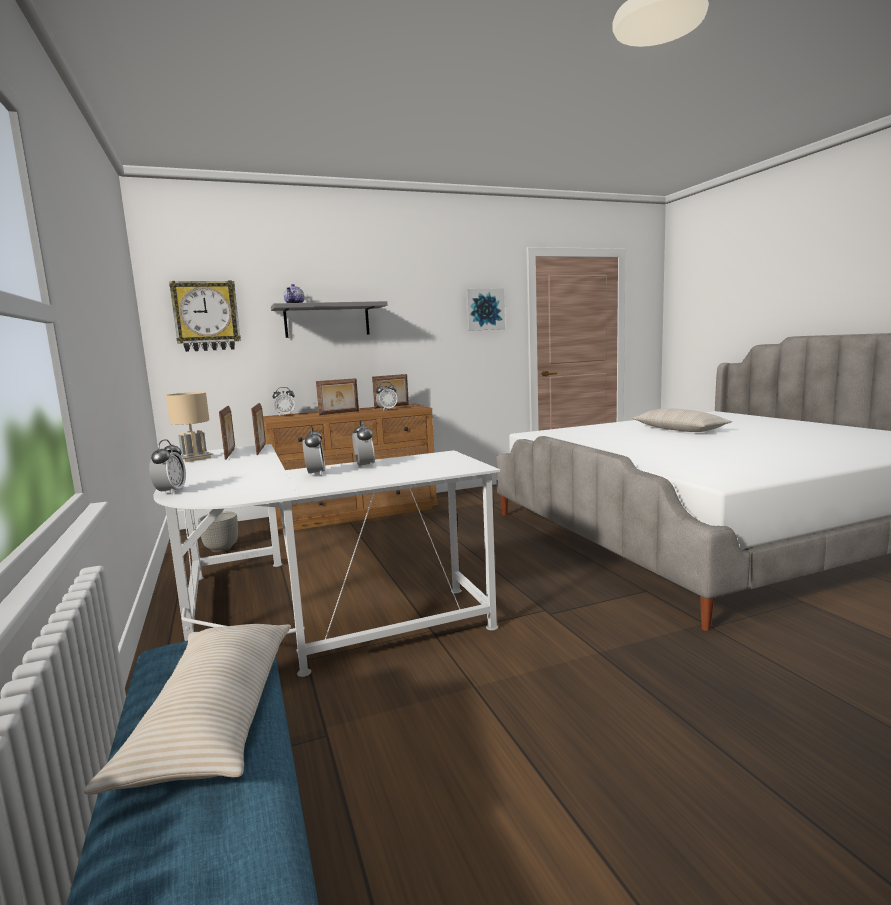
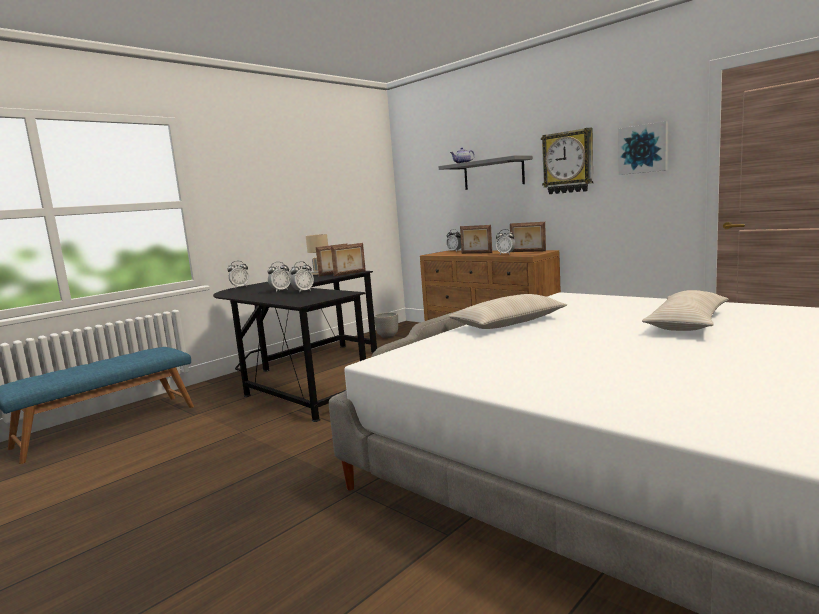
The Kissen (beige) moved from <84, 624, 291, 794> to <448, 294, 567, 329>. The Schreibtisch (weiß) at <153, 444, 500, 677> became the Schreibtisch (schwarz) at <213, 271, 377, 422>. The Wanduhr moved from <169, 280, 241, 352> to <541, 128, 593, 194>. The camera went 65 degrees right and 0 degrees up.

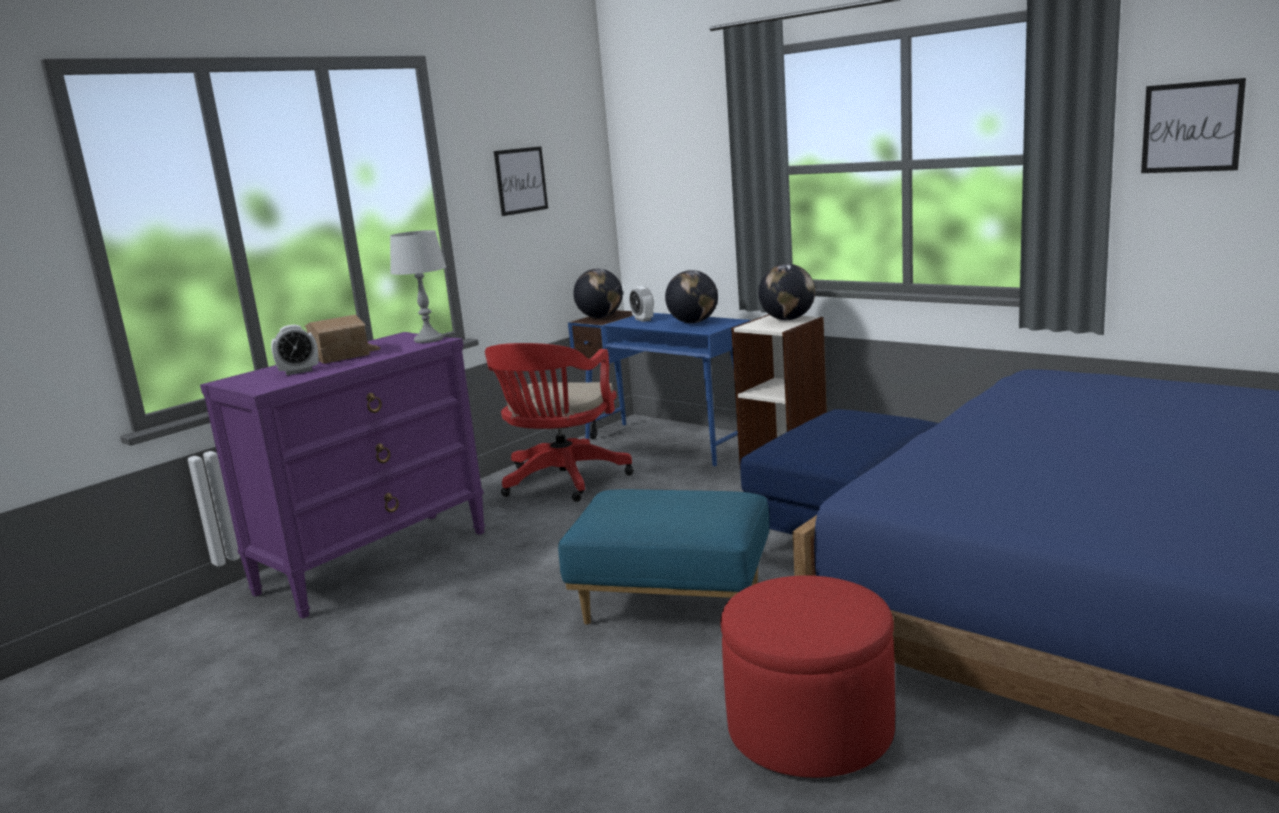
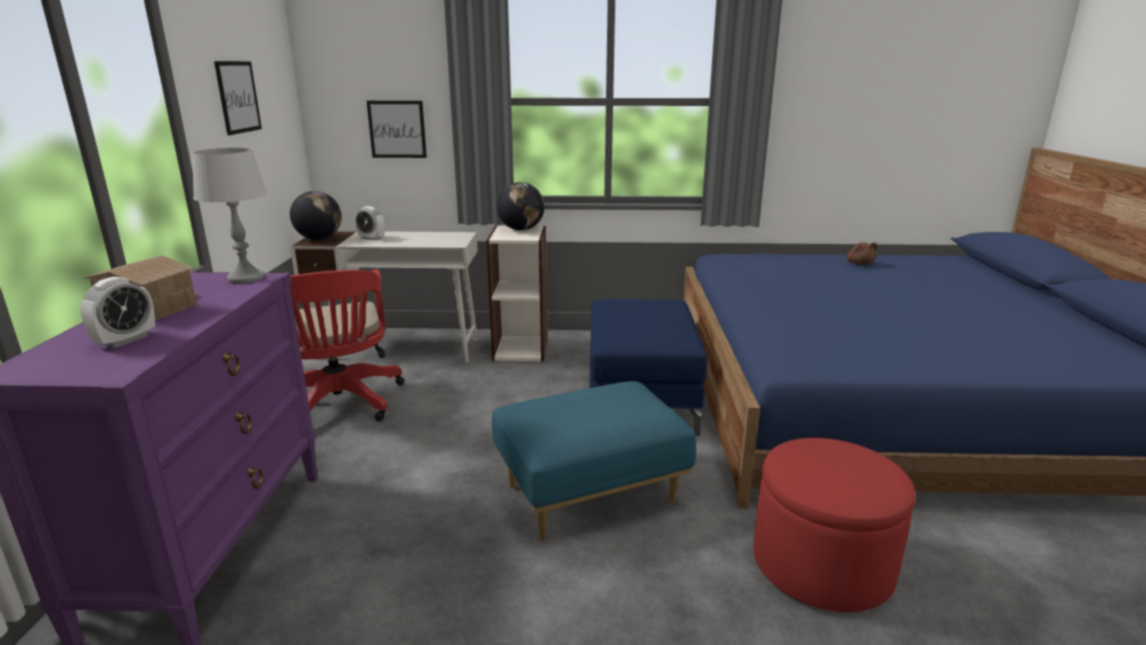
The Schreibtisch (blau) at <568, 310, 751, 466> became the Schreibtisch (weiß) at <290, 231, 478, 362>. The Globus at <665, 270, 718, 323> disappeared. The Bild moved from <1141, 78, 1246, 173> to <367, 101, 427, 158>. The Plüschtier (braun) at <845, 242, 877, 265> appeared. The camera went 40 degrees left and 5 degrees up.

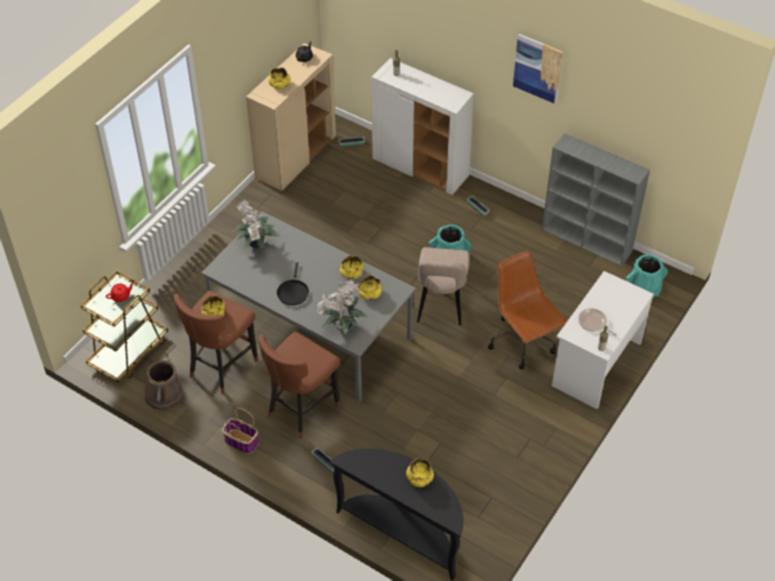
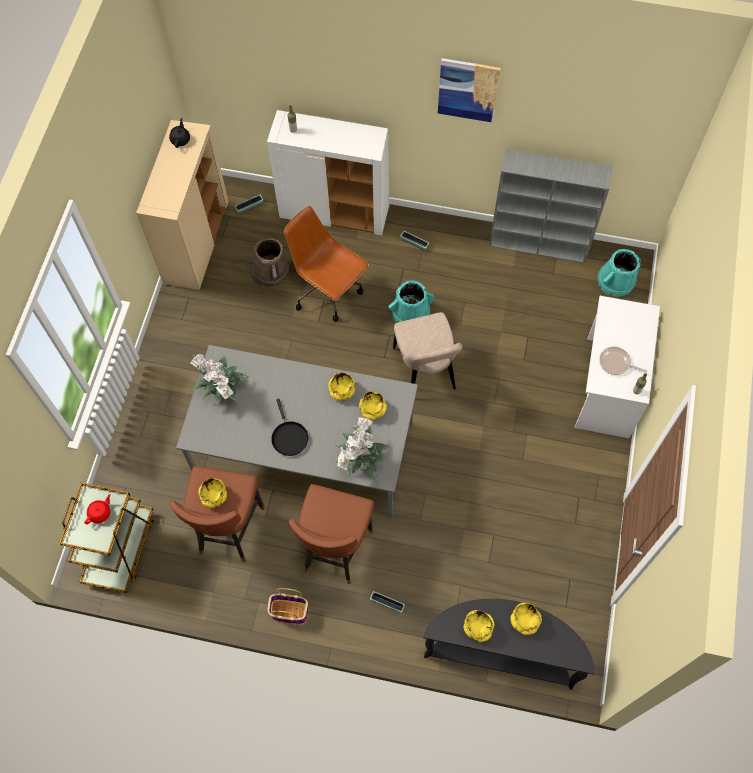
The Eimer (braun) moved from <144, 361, 183, 411> to <251, 238, 289, 287>. The Schüssel (gelb) moved from <268, 68, 291, 89> to <463, 610, 494, 642>. The Bürostuhl (braun) moved from <488, 252, 567, 369> to <284, 206, 369, 322>. The camera went 20 degrees left and 15 degrees up.

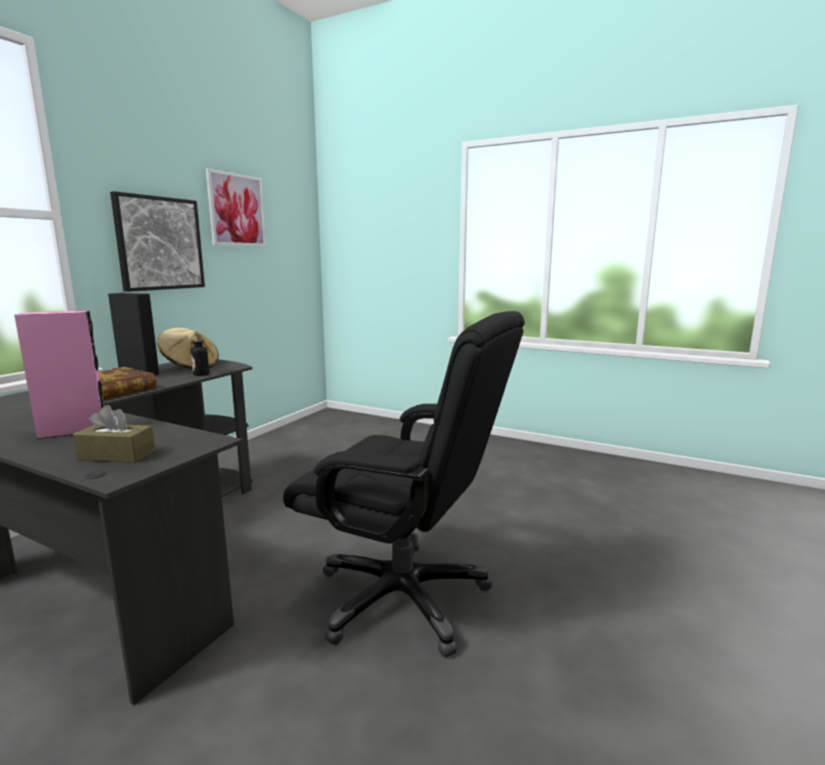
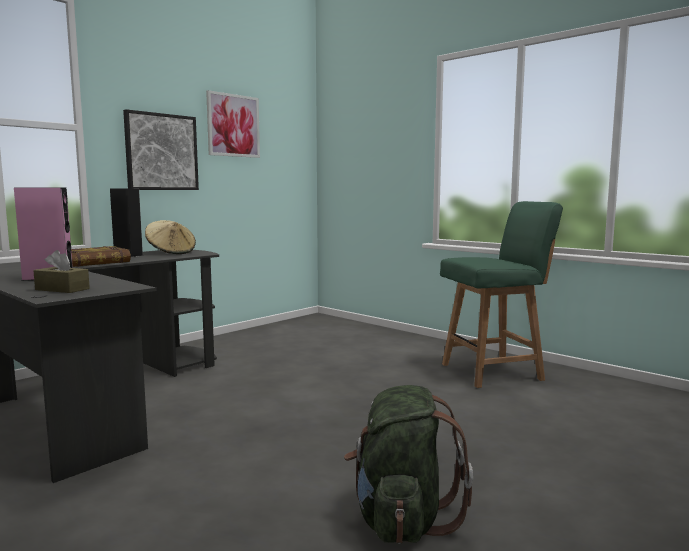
The Flasche at <191, 335, 209, 376> disappeared. The Bürostuhl (schwarz) at <283, 311, 525, 657> disappeared. The Rucksack (grün) at <344, 385, 473, 544> appeared. The Stuhl (grün) at <440, 201, 563, 388> appeared. The camera went 15 degrees right and 5 degrees down.

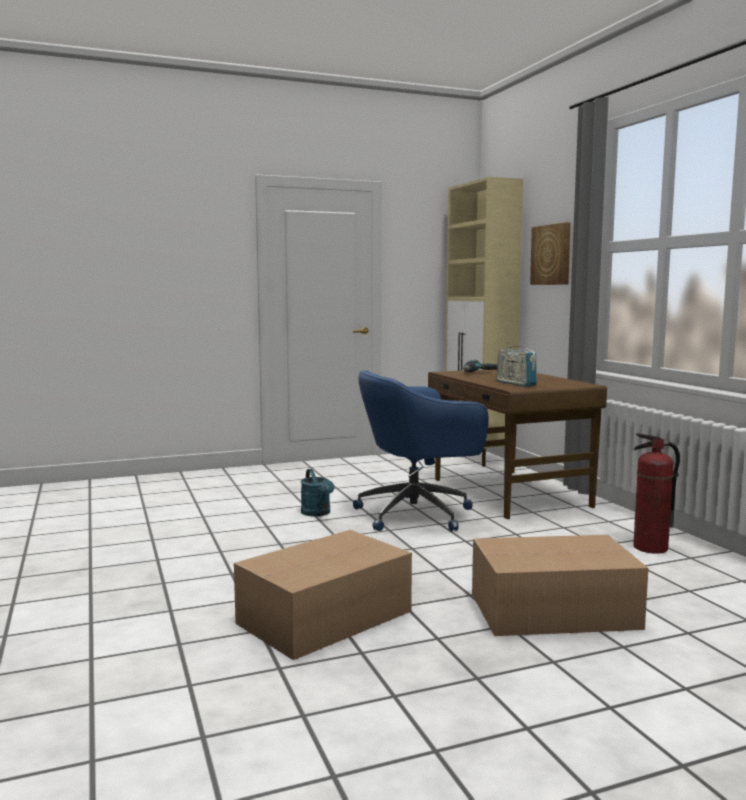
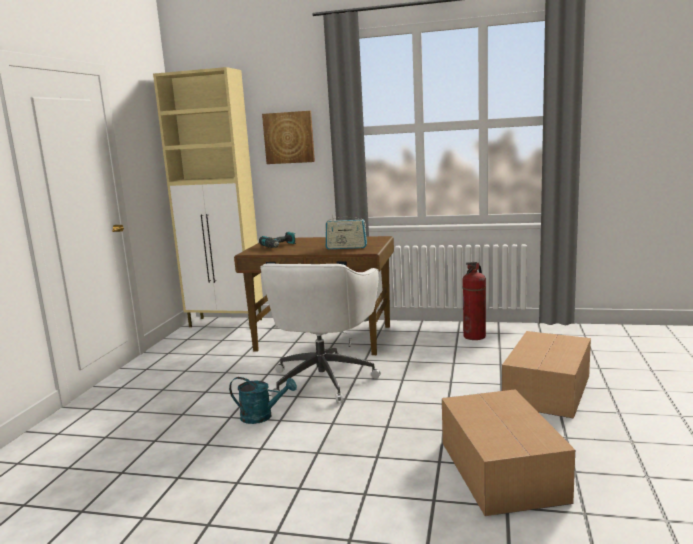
The Bürostuhl (blau) at <353, 370, 489, 531> became the Bürostuhl (weiß) at <260, 263, 381, 404>. The camera went 55 degrees left and 5 degrees up.

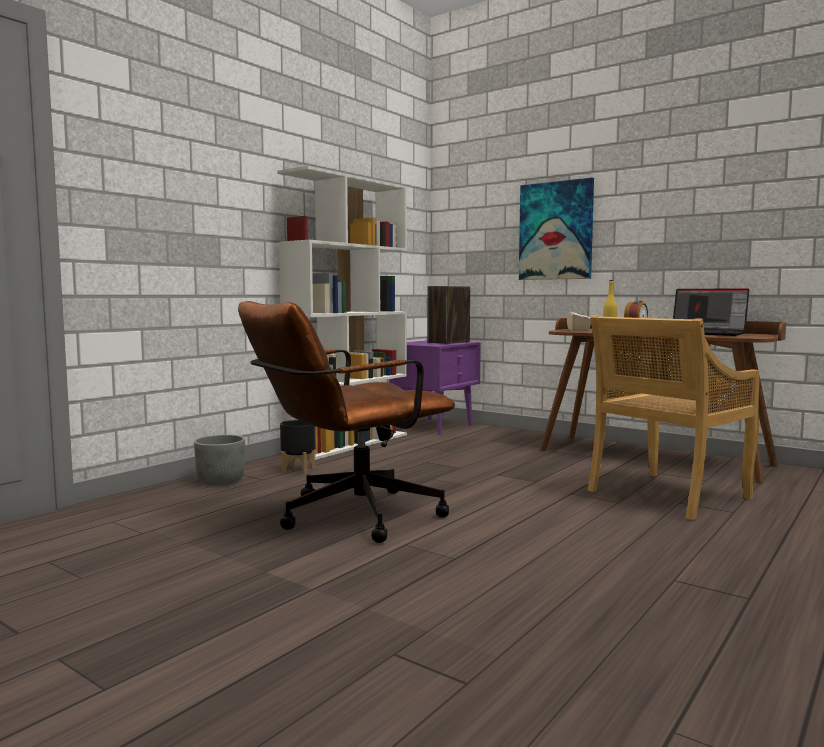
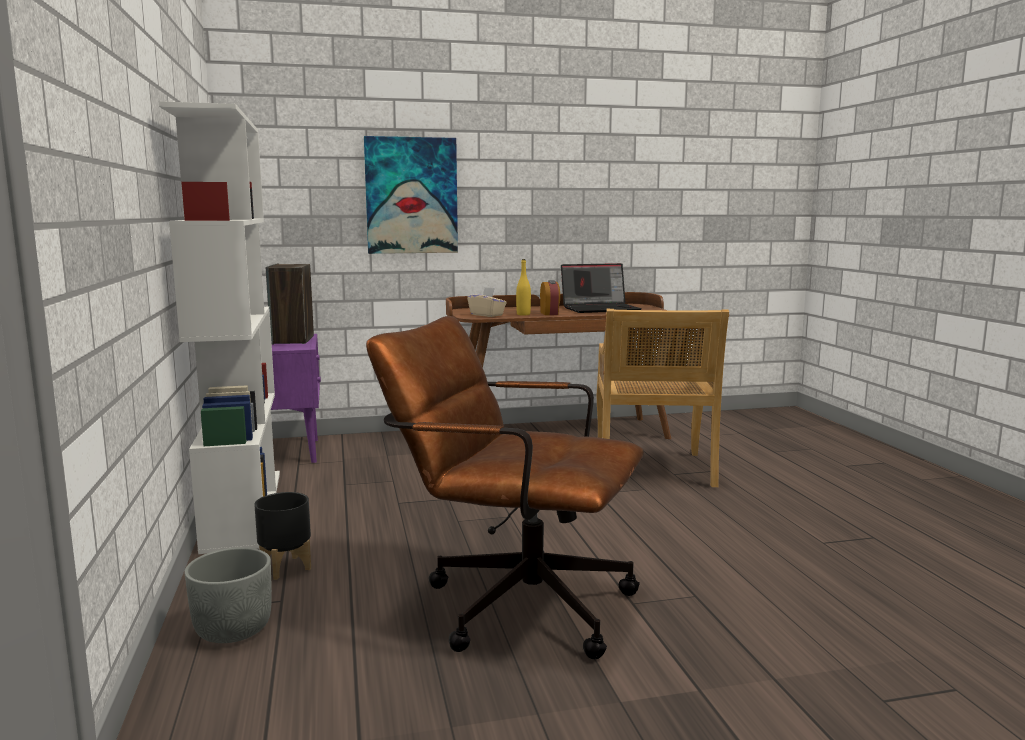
The Bürostuhl (braun) at <238, 301, 455, 543> turned 105 degrees clockwise. The camera went 50 degrees left and 5 degrees up.

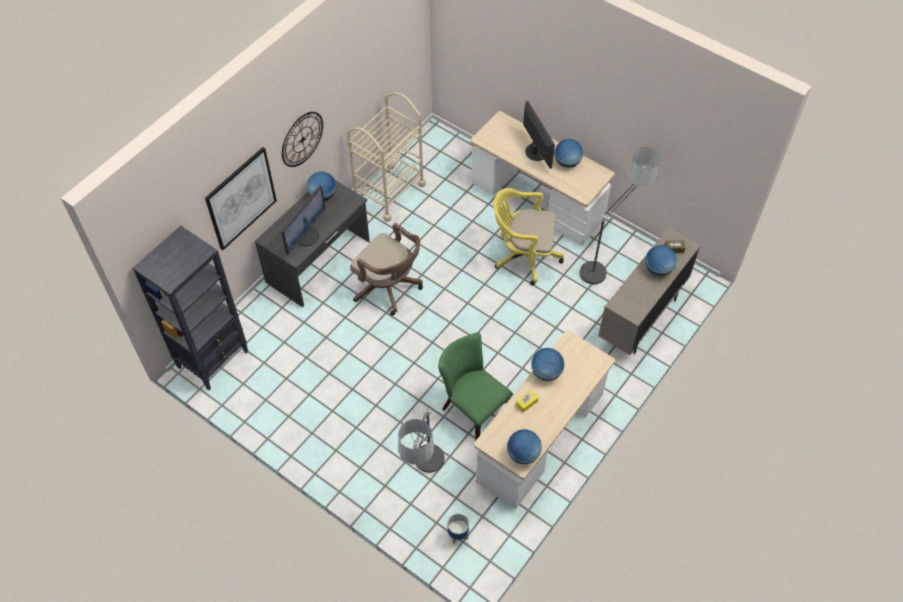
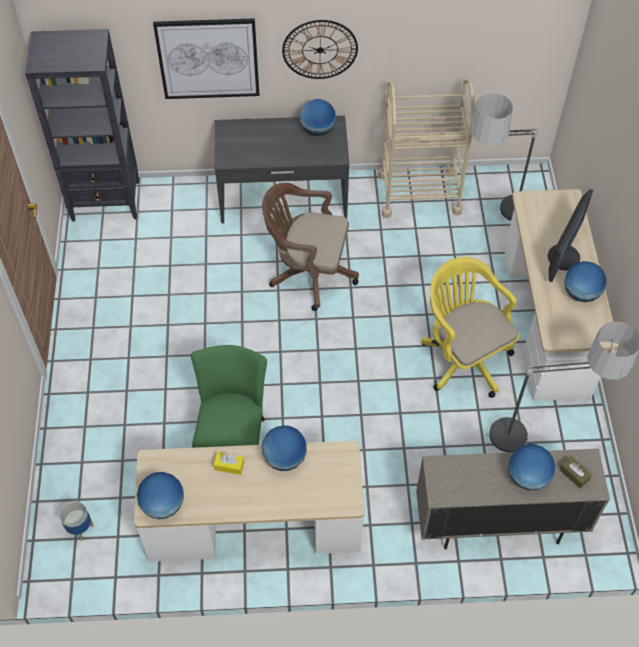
The Monitor at <281, 186, 326, 255> disappeared. The Bürostuhl (braun) at <350, 223, 423, 316> turned 105 degrees clockwise. The Stehlampe moved from <398, 408, 449, 477> to <470, 93, 538, 226>. The camera went 50 degrees right and 0 degrees up.

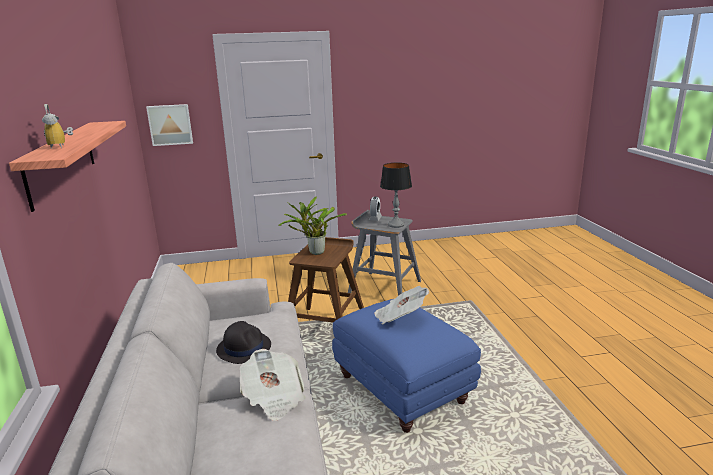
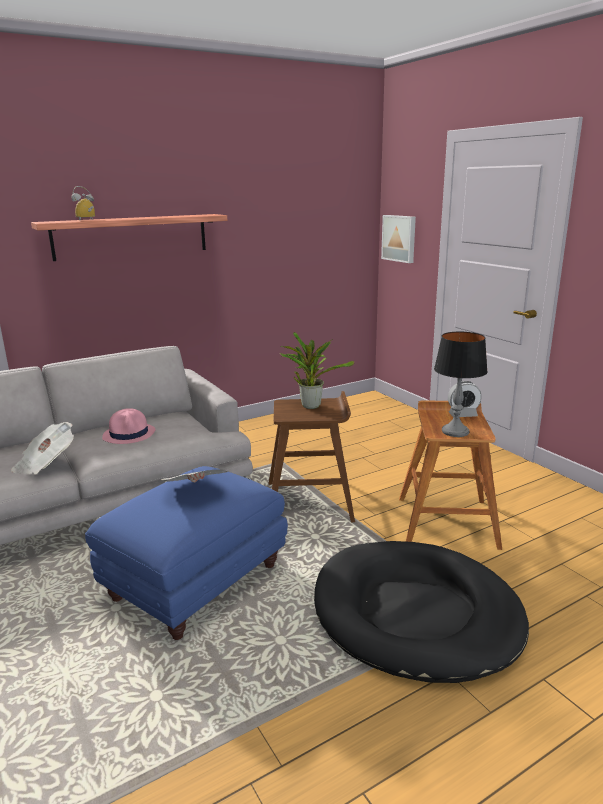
The Hut (schwarz) at <216, 321, 271, 364> became the Hut (rosa) at <102, 408, 156, 444>. The Hocker (grau) at <348, 210, 421, 296> became the Hocker (braun) at <399, 400, 502, 550>. The Hundebett (schwarz) at <314, 541, 529, 683> appeared. The camera went 70 degrees right and 0 degrees up.

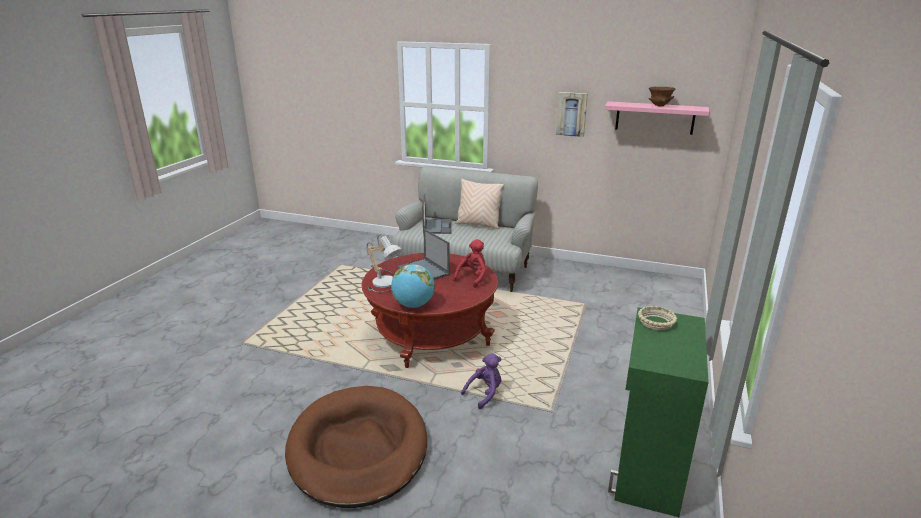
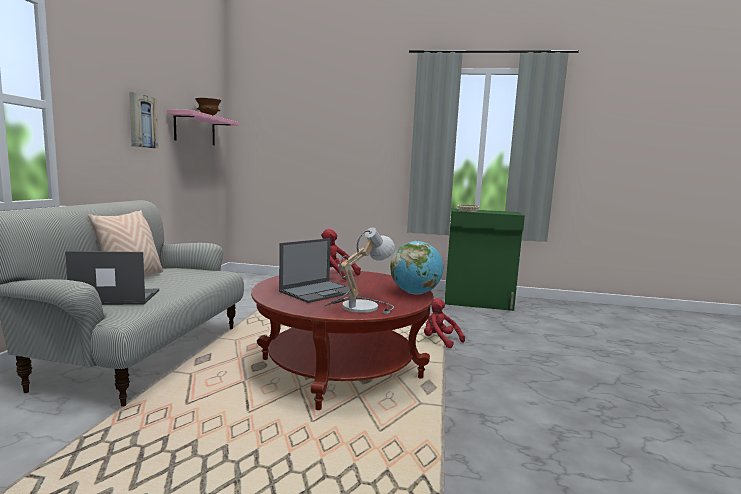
The Hundebett (braun) at <285, 386, 427, 508> disappeared. The Plüschtier (lila) at <461, 353, 502, 409> became the Plüschtier (rot) at <424, 298, 465, 348>. The camera went 100 degrees left and 15 degrees down.

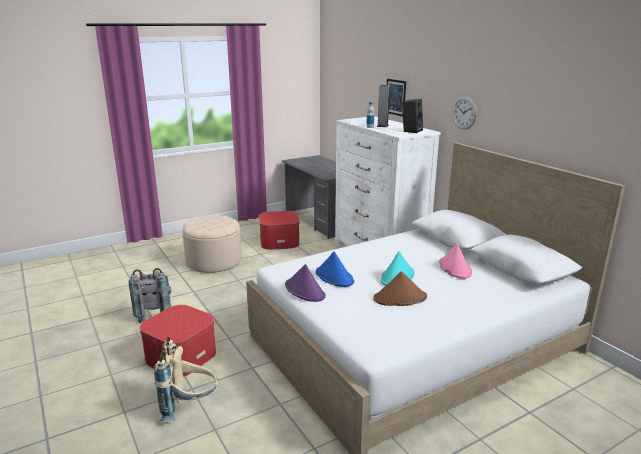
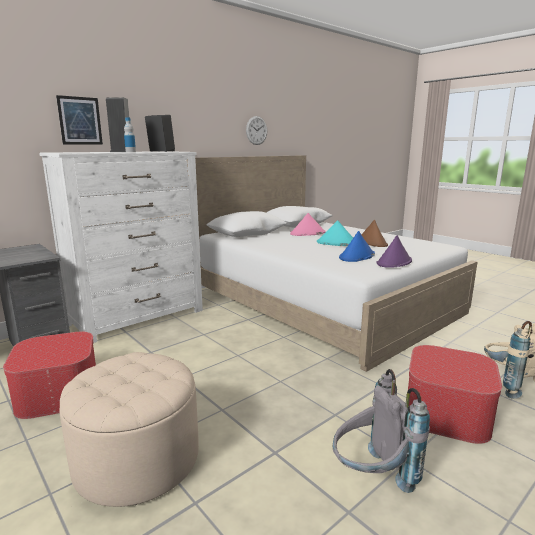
The Wanduhr moved from <452, 96, 477, 130> to <246, 116, 267, 145>. The camera went 100 degrees left and 5 degrees down.

